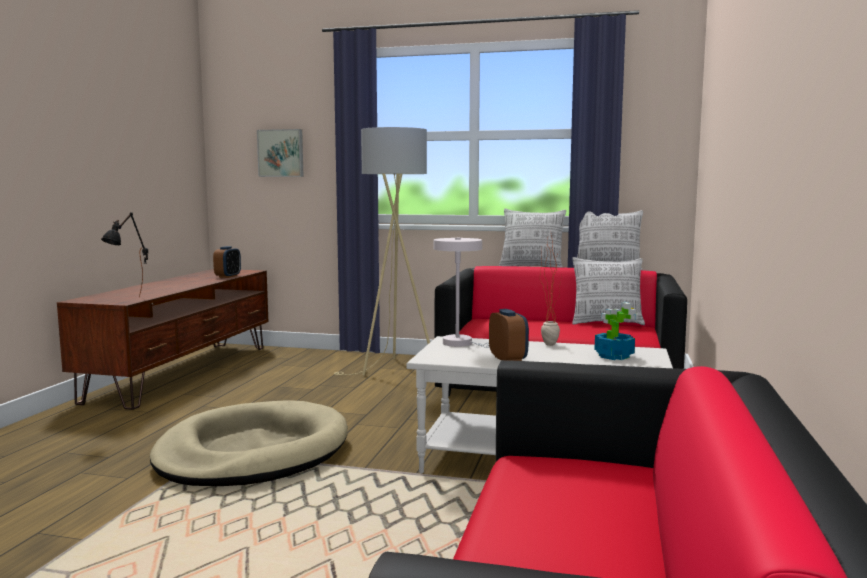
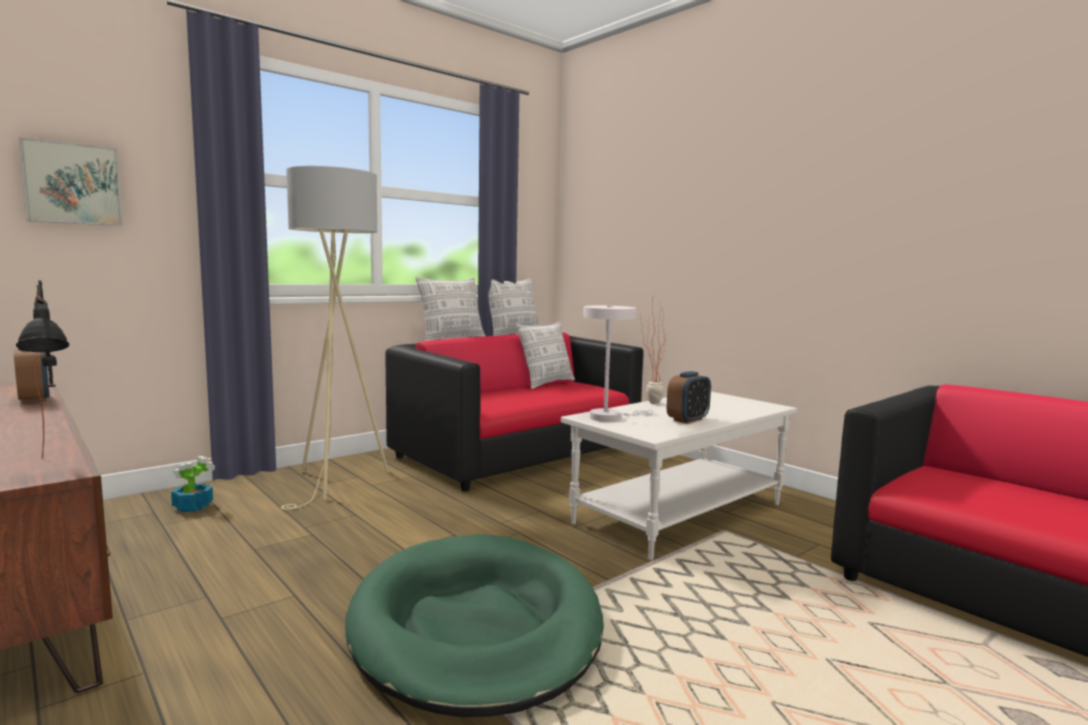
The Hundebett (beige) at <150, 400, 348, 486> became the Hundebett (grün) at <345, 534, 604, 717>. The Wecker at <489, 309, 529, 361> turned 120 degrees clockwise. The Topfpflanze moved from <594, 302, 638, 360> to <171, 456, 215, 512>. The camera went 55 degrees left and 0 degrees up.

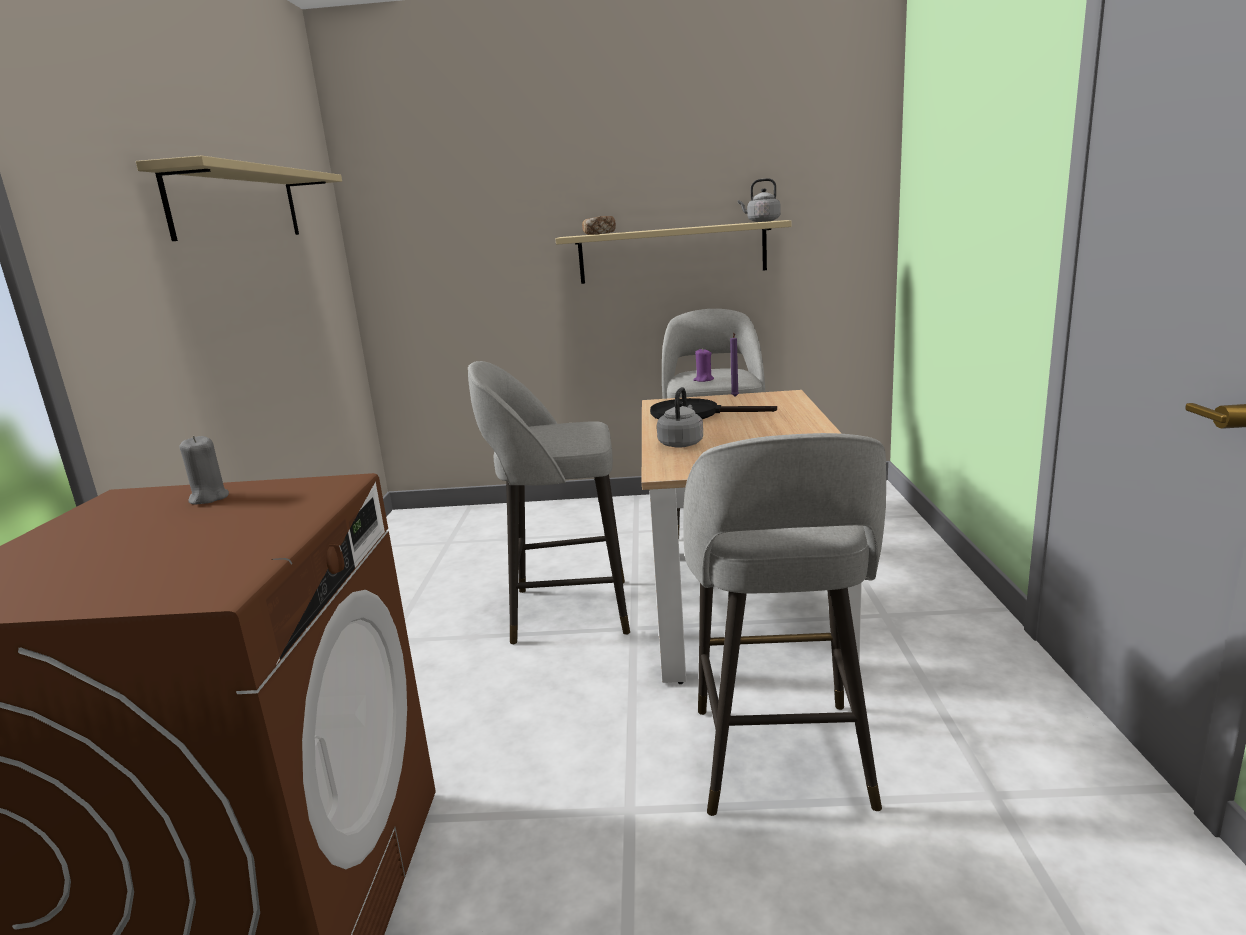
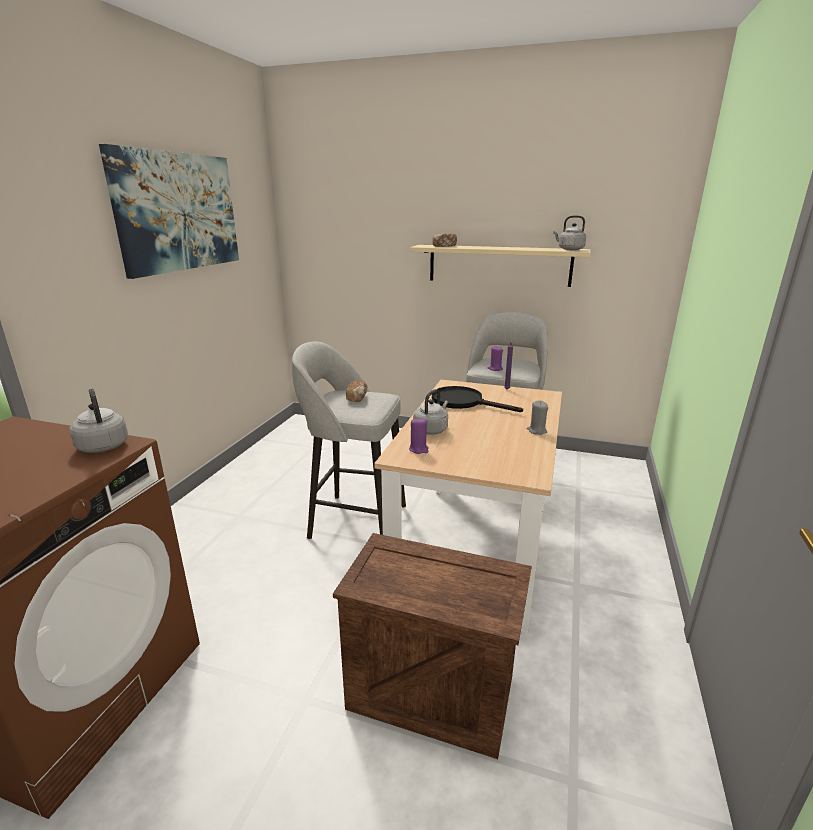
The Wandregal (beige) at <136, 155, 342, 241> was replaced by the Bild at <99, 144, 239, 279>. The Kerze (grau) moved from <179, 436, 229, 505> to <527, 400, 548, 435>. The Hocker (grau) at <683, 433, 886, 816> was replaced by the Kiste at <333, 533, 532, 759>. The Wasserkessel (grau) at <69, 389, 128, 453> appeared. The Brot at <346, 380, 368, 402> appeared. The Kerze (lila) at <409, 418, 429, 454> appeared. The camera went 15 degrees right and 5 degrees up.

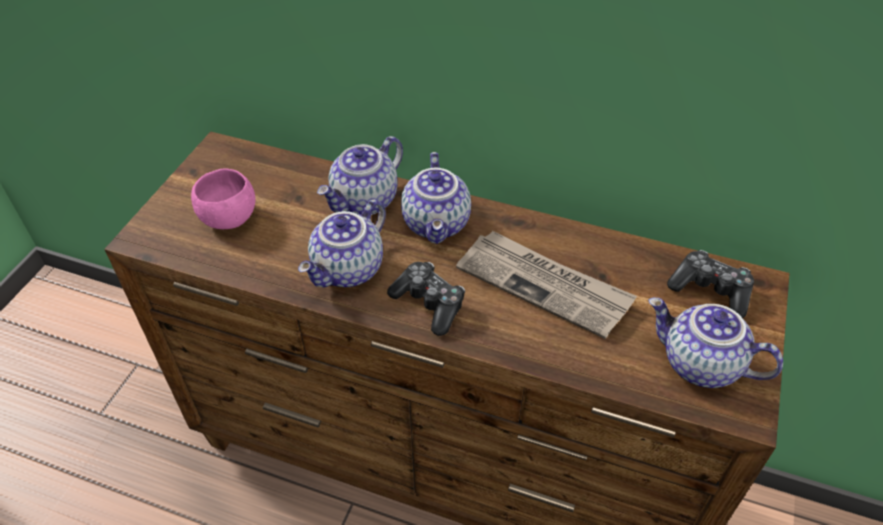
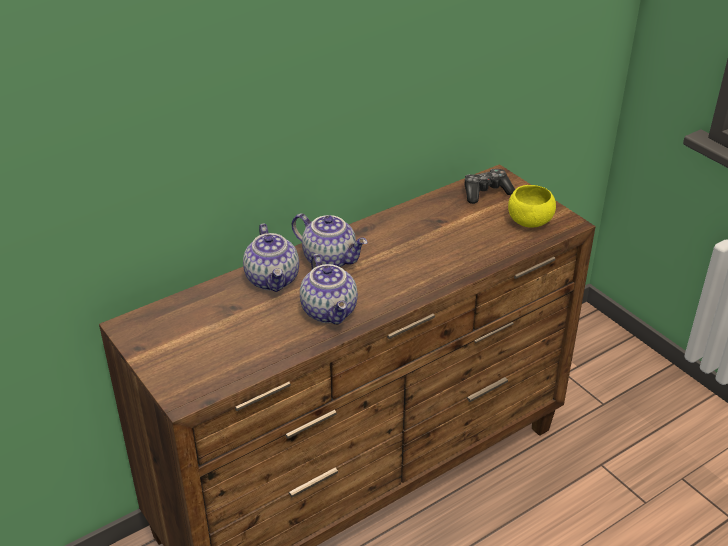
The Schüssel (rosa) at <191, 168, 256, 229> disappeared. The Gamepad at <387, 262, 465, 336> disappeared. The Zeitung at <456, 231, 637, 339> disappeared. The Teekanne at <648, 297, 783, 388> was replaced by the Schüssel (gelb) at <508, 185, 556, 228>. The camera went 55 degrees left and 10 degrees down.

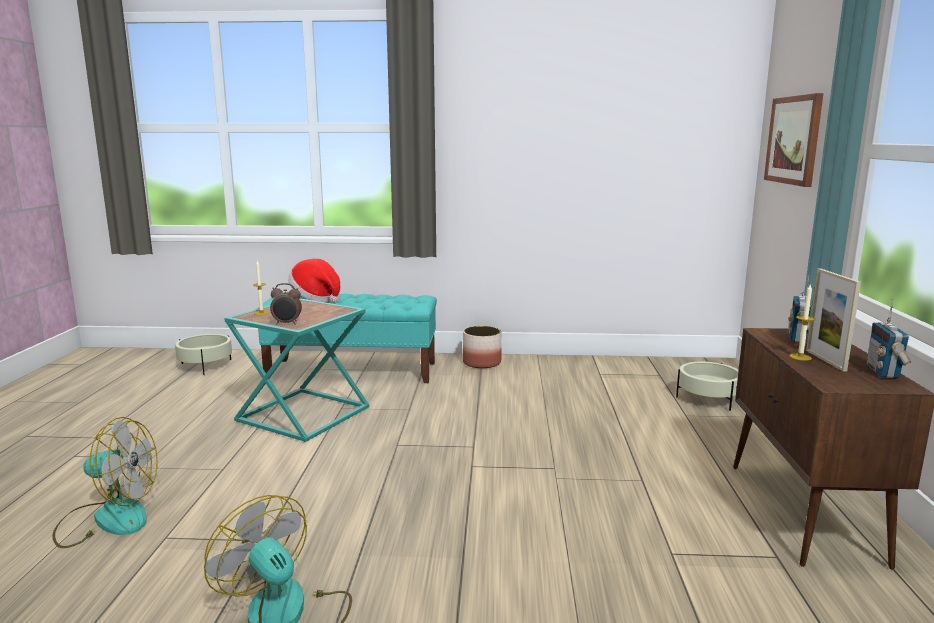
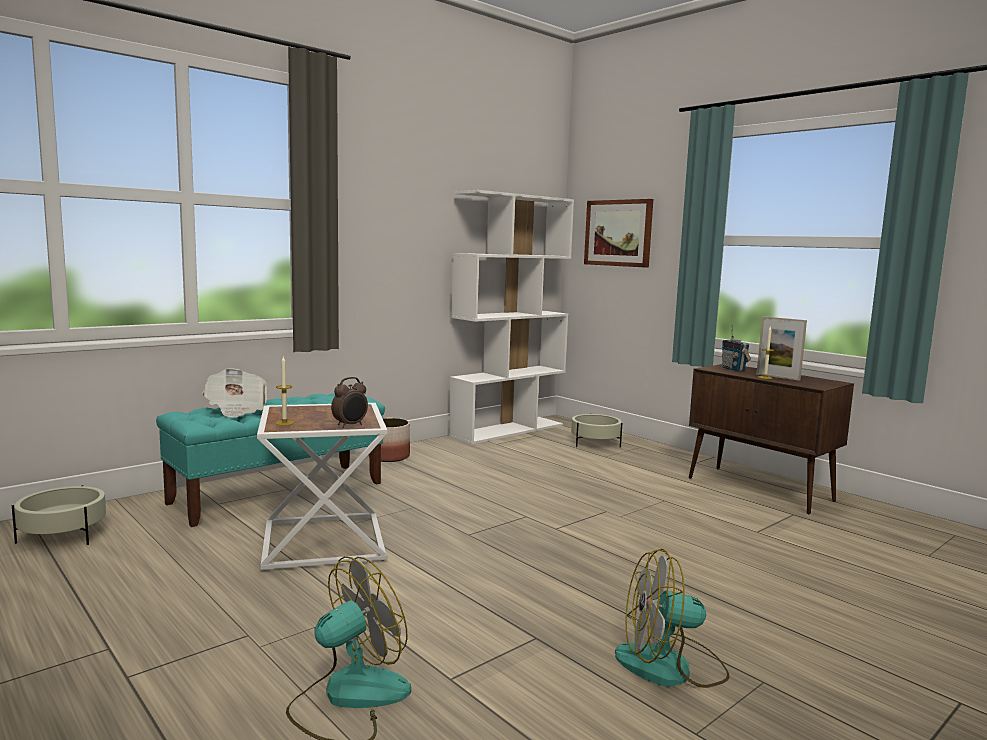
The Beistelltisch (türkis) at <224, 298, 369, 442> became the Beistelltisch (weiß) at <257, 403, 388, 570>. The Hut at <288, 259, 341, 302> was replaced by the Zeitung at <203, 368, 267, 418>. The Radio at <867, 299, 911, 378> disappeared. The Bücherregal (weiß) at <449, 190, 574, 444> appeared. The camera went 45 degrees left and 5 degrees down.

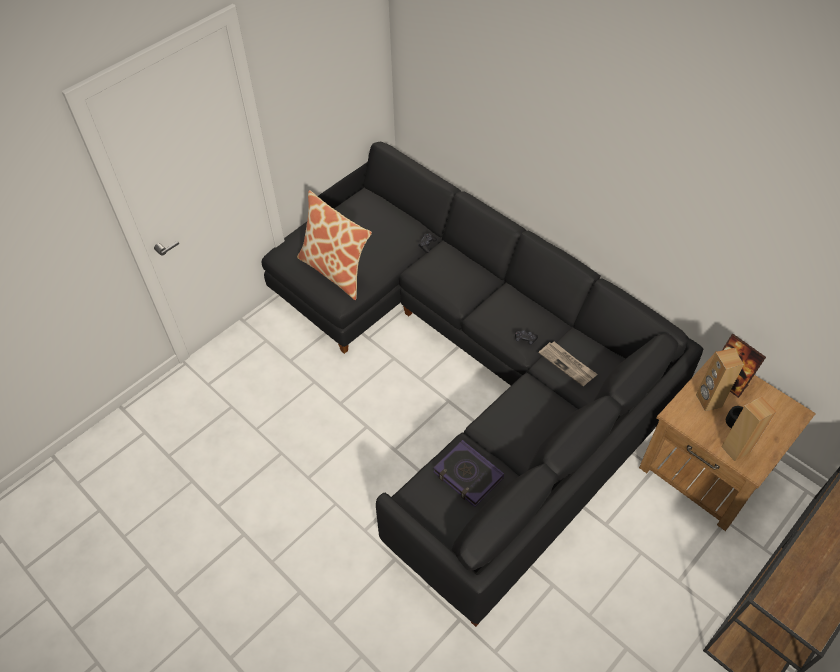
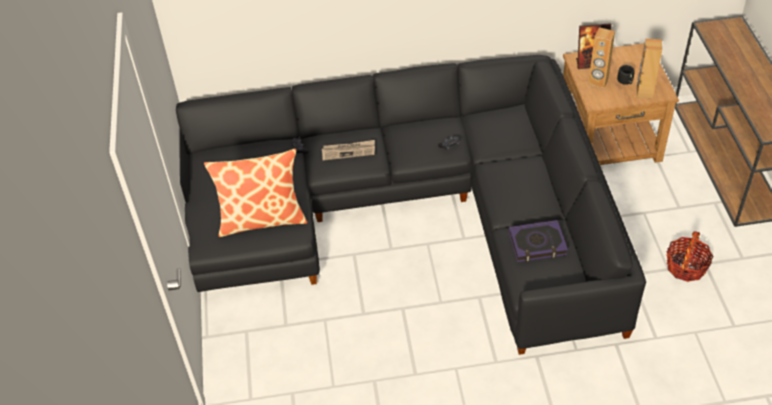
The Zeitung moved from <539, 342, 597, 386> to <322, 140, 375, 161>. The Korb at <666, 231, 714, 282> appeared. The camera went 50 degrees left and 5 degrees down.

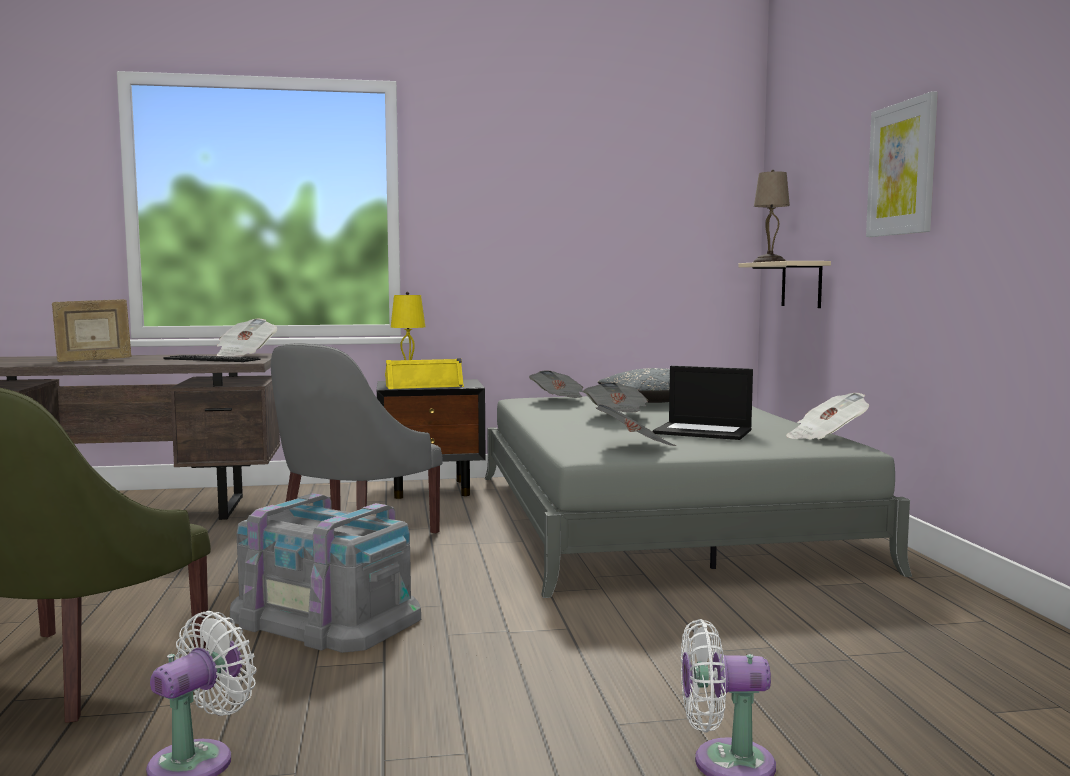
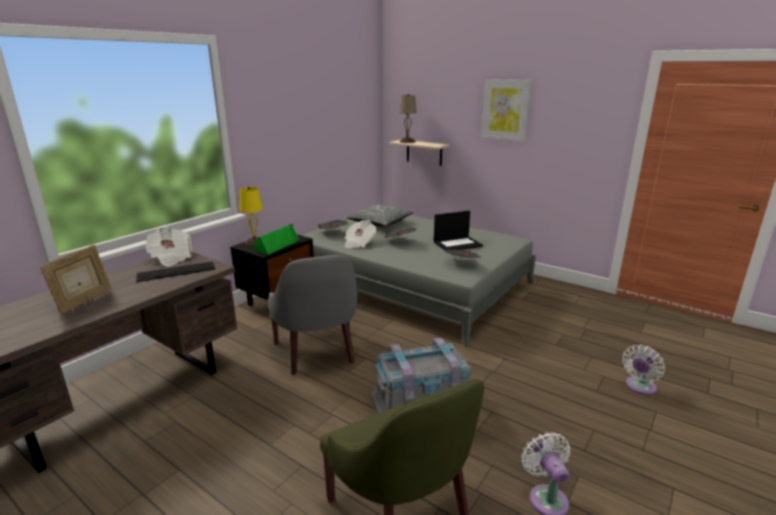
The Lautsprecher (gelb) at <385, 358, 464, 389> became the Lautsprecher (grün) at <253, 224, 300, 255>. The Zeitung moved from <786, 393, 869, 439> to <345, 220, 377, 248>. The camera went 45 degrees left and 15 degrees up.

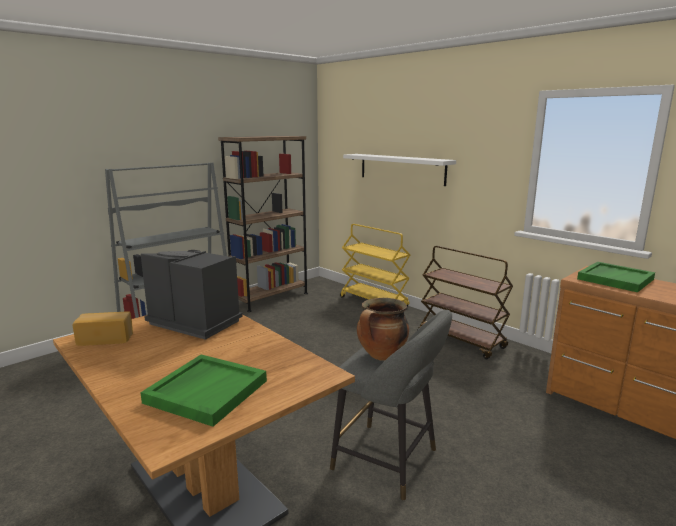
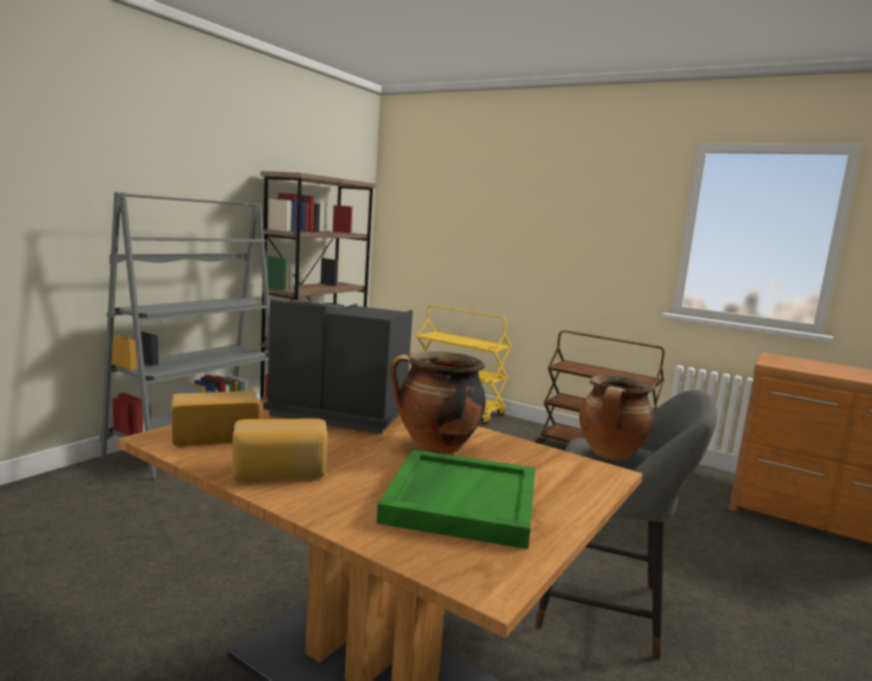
The Wandregal (weiß) at <343, 154, 456, 186> disappeared. The Tablett (grün) at <577, 262, 655, 292> disappeared. The Brot at <232, 419, 328, 480> appeared. The Kochtopf at <390, 351, 486, 454> appeared. The camera went 15 degrees left and 5 degrees down.

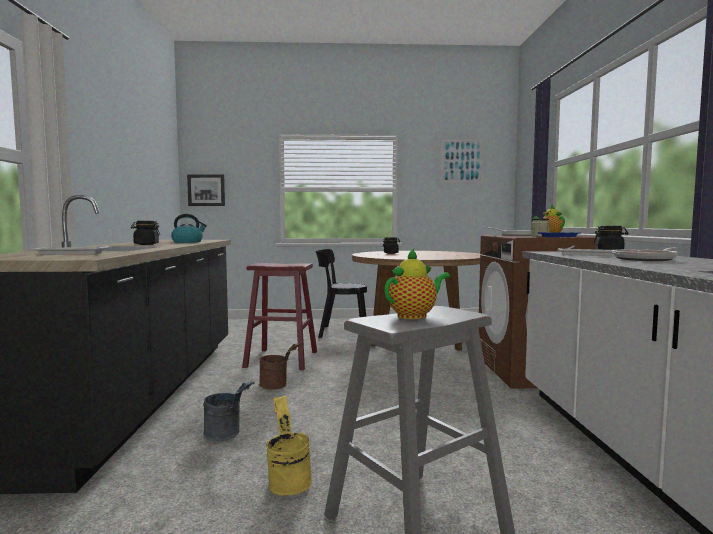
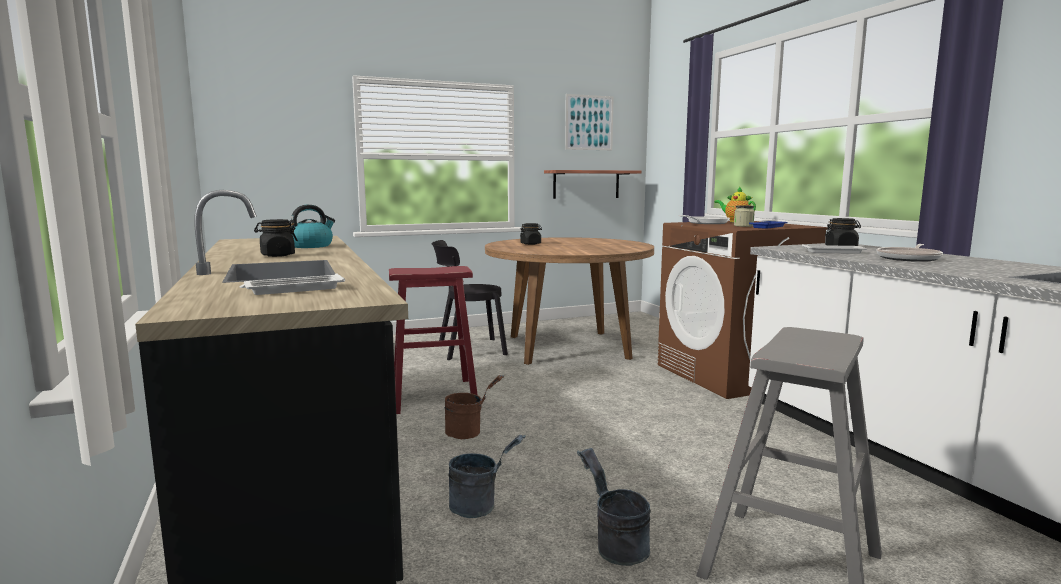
The Bild at <187, 174, 225, 206> disappeared. The Eimer (gelb) at <266, 396, 312, 496> became the Eimer (grau) at <577, 448, 651, 566>. The Teekanne at <384, 249, 450, 319> disappeared. The Wandregal at <544, 170, 642, 199> appeared. The camera went 20 degrees left and 5 degrees up.

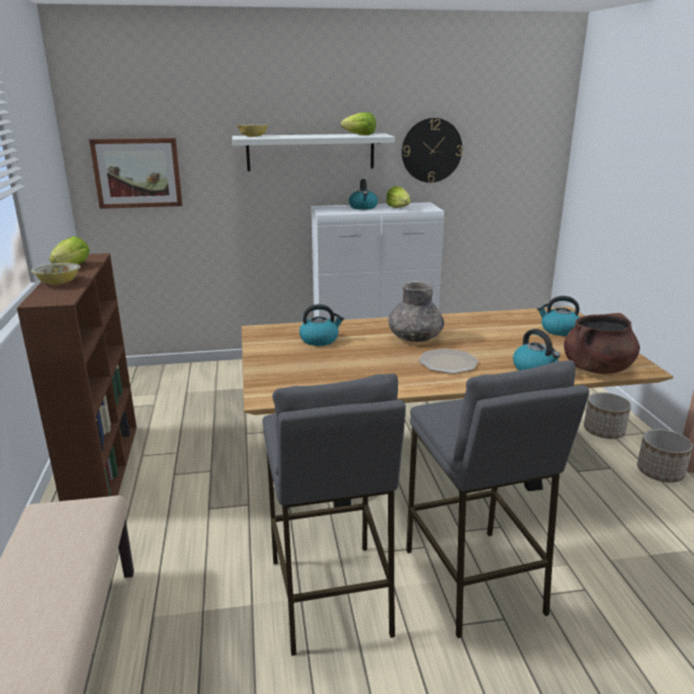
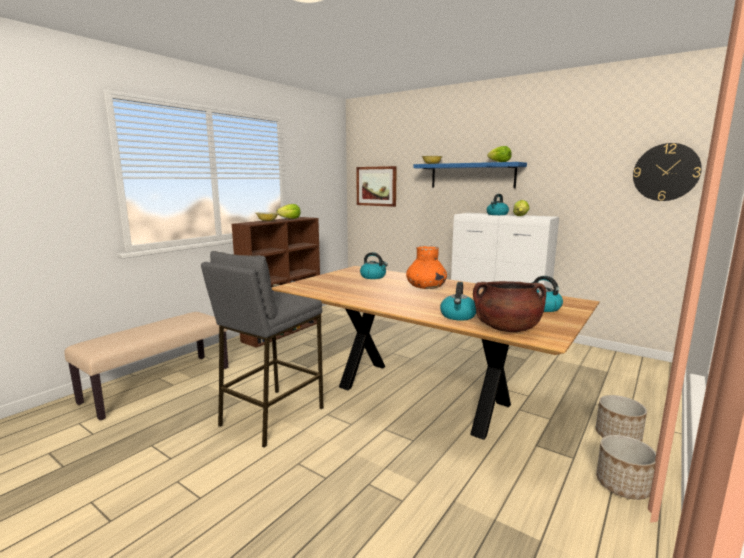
The Wandregal (weiß) at <232, 134, 395, 171> became the Wandregal (blau) at <414, 162, 527, 188>. The Vase (grau) at <388, 281, 444, 342> became the Vase (orange) at <406, 246, 447, 289>. The Wanduhr moved from <402, 118, 462, 183> to <633, 143, 702, 201>. The Hocker (grau) at <406, 360, 589, 638> disappeared. The Teller at <419, 348, 478, 374> disappeared. The camera went 45 degrees right and 10 degrees down.

